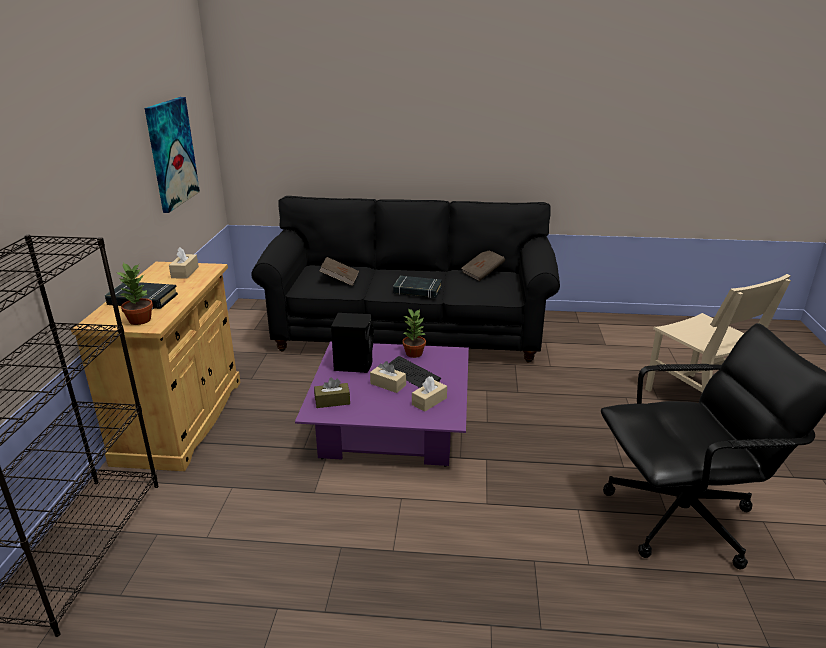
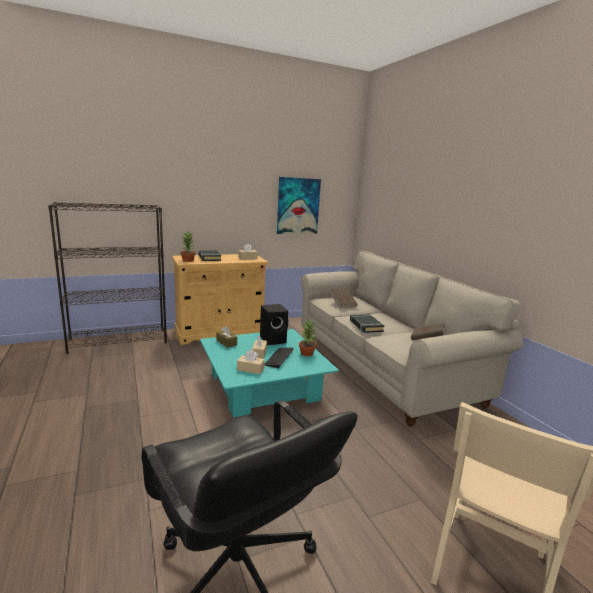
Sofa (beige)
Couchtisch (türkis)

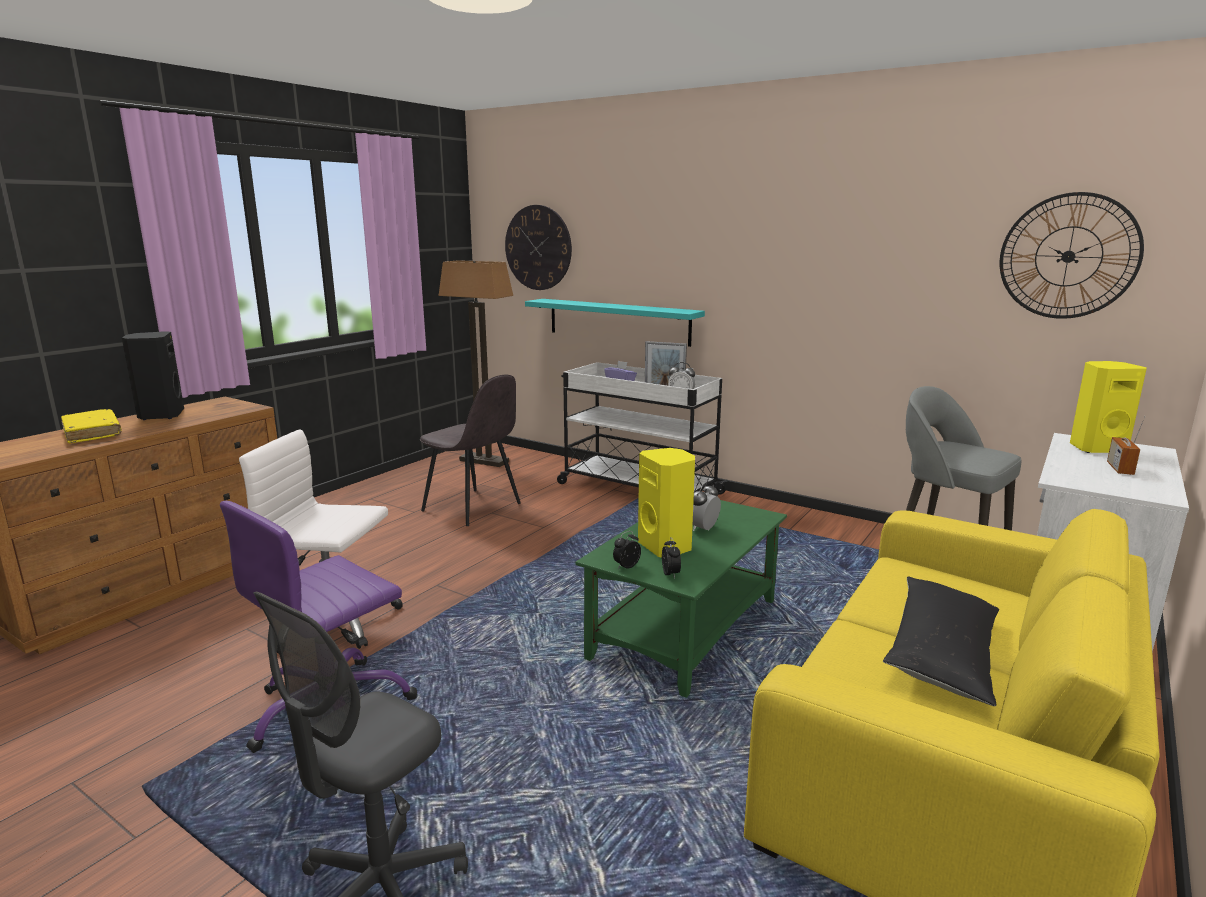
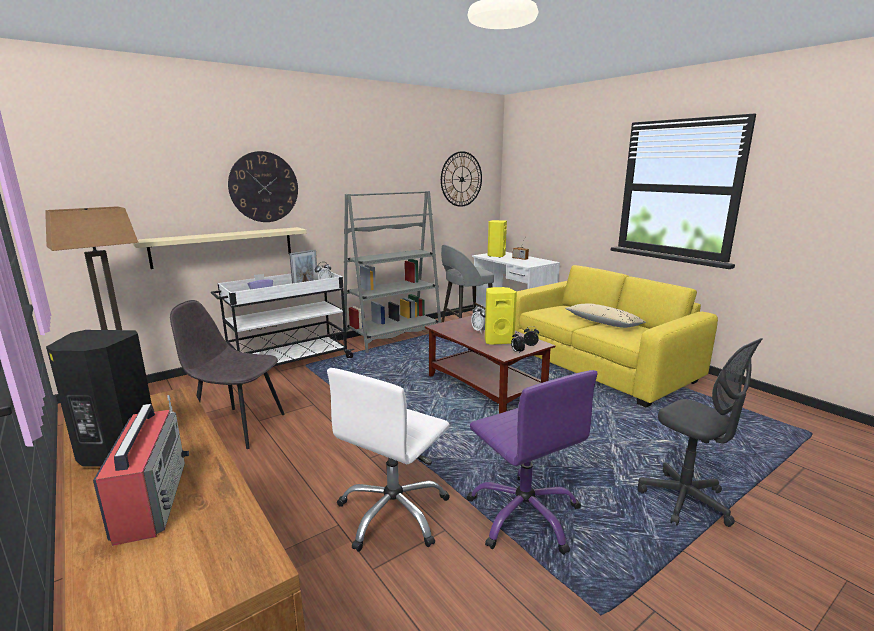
Radio (1st from left)
Stuhl (grau)
Wanduhr (1st from left)
Wandregal (beige)
Couchtisch (braun)
Kissen (beige)
Bücherregal (grau)

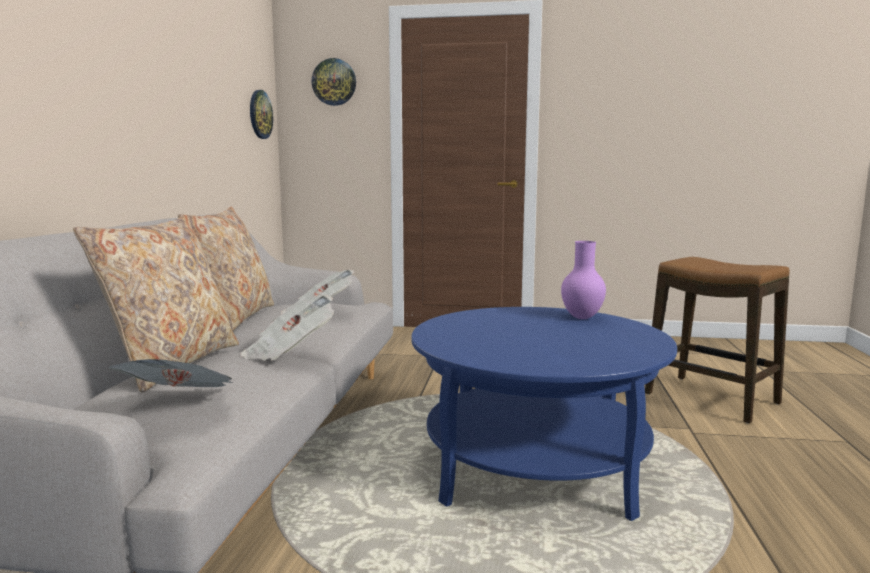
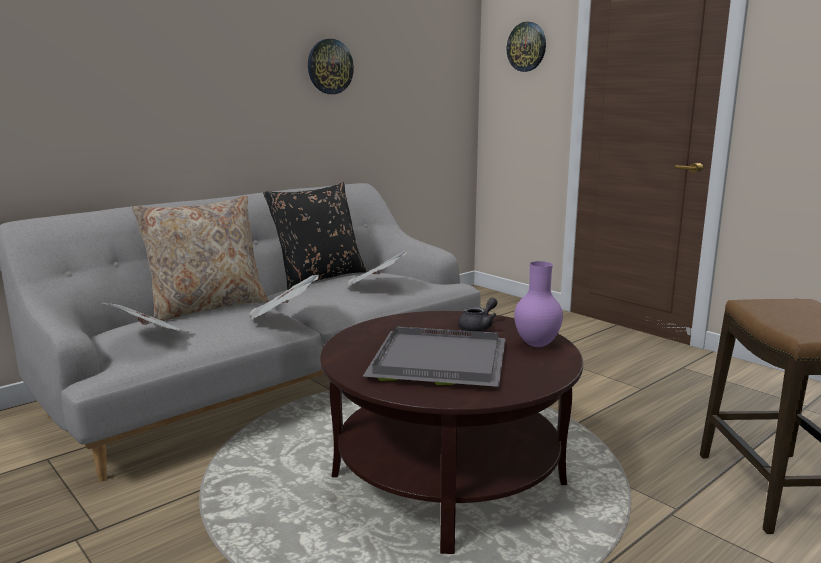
Kissen (schwarz)
Wanduhr (1st from left)
Couchtisch (braun)
Tablett (grau)
Teekanne (grau)

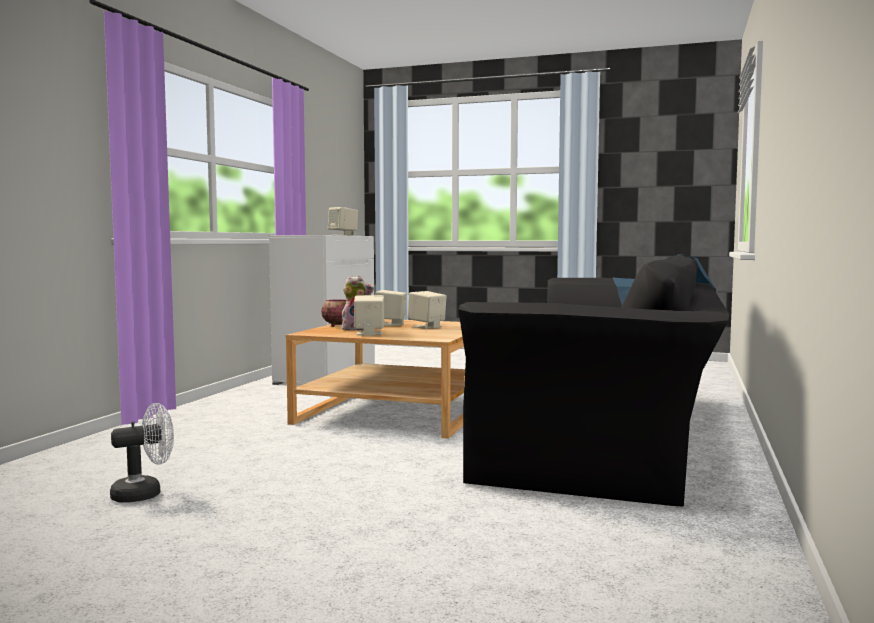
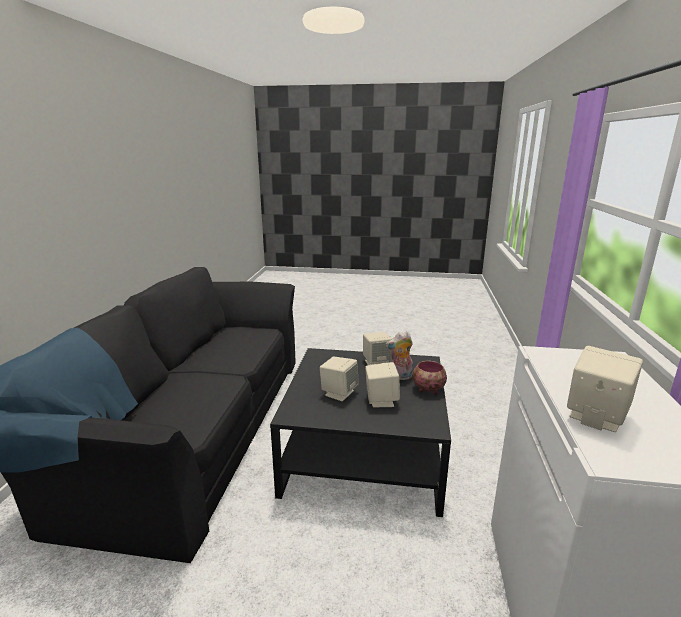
Ventilator (weiß)
Couchtisch (schwarz)

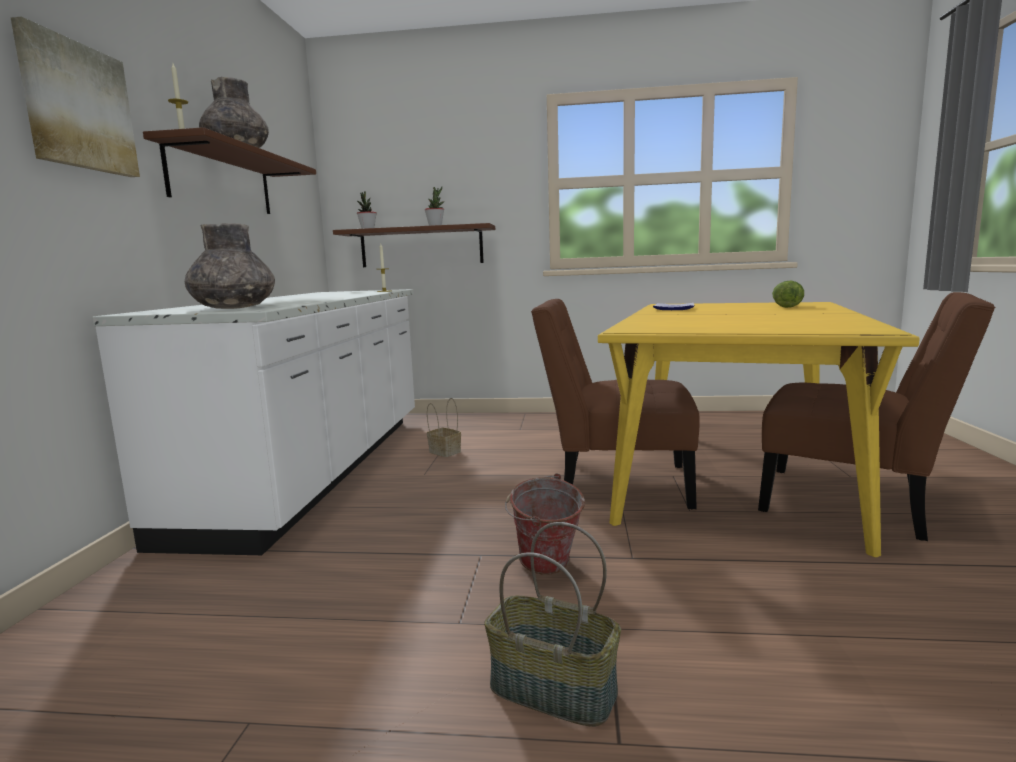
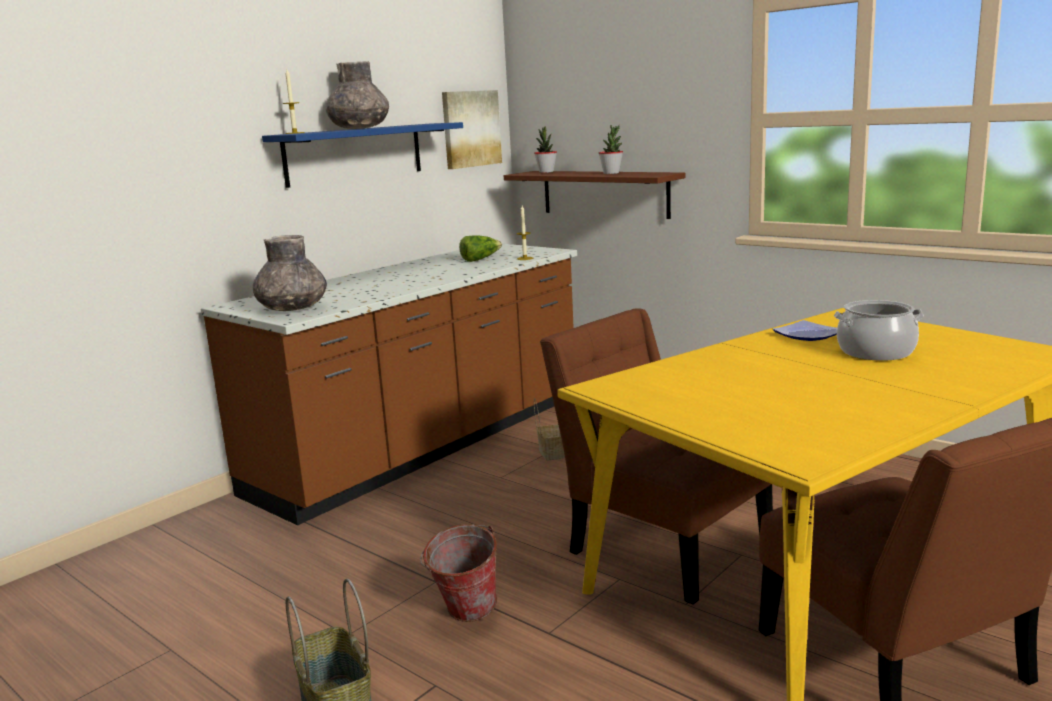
Bild
Küchenzeile (braun)
Wandregal (blau)
Salatkopf
Kochtopf

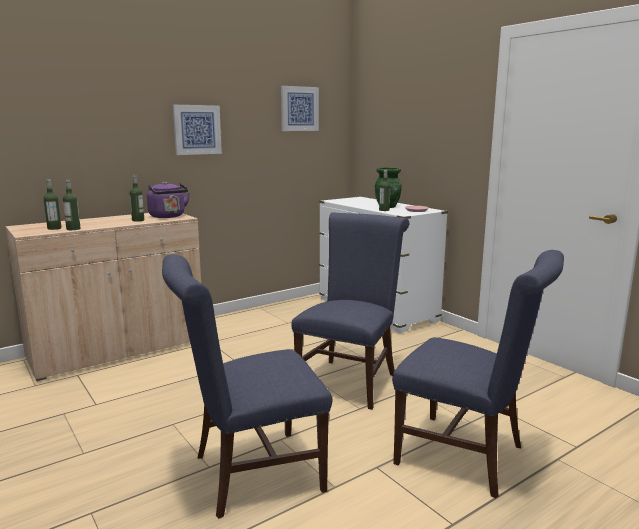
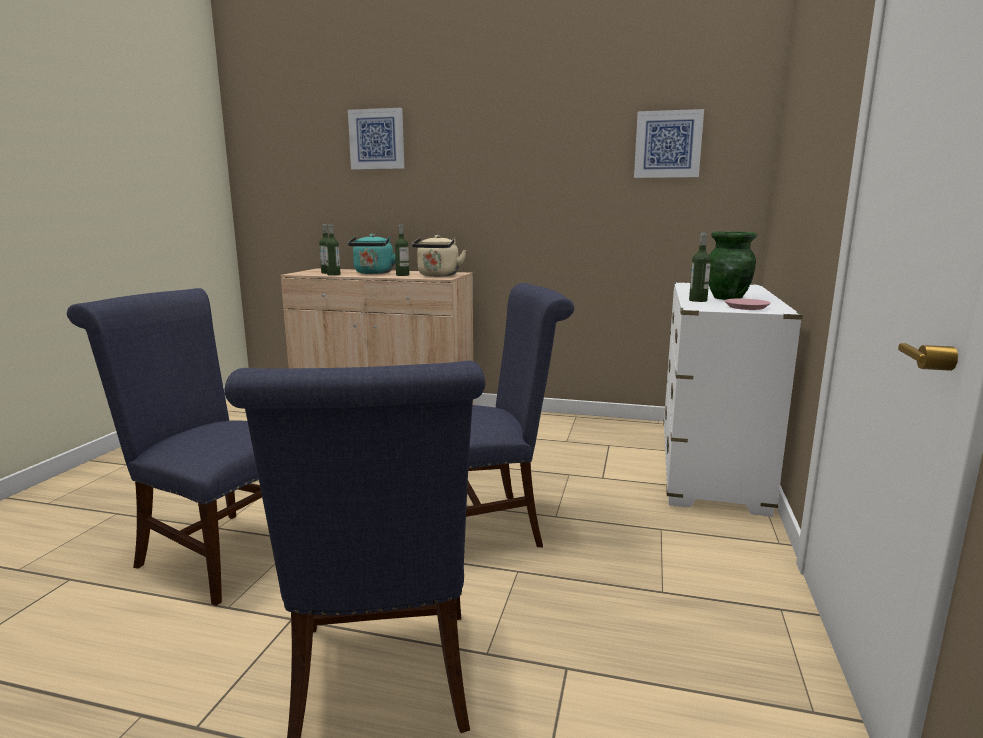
Wasserkessel (beige)
Bild (1st from left)
Wasserkessel (türkis)

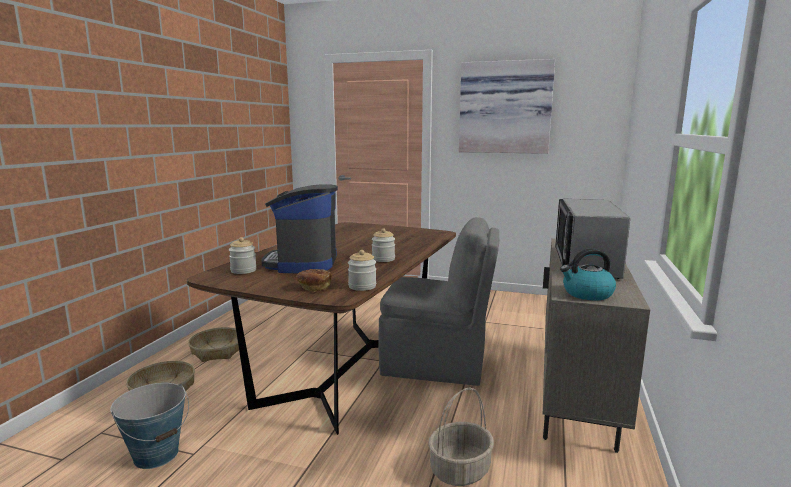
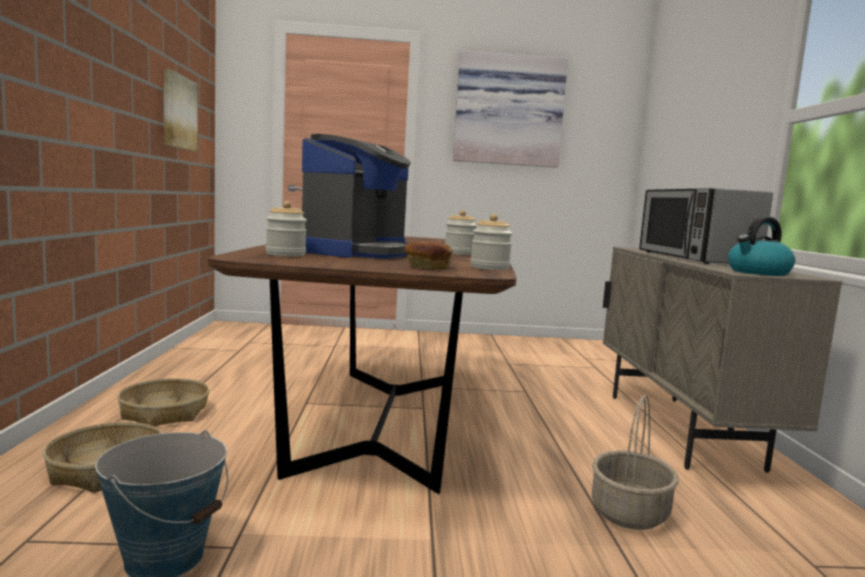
Kaffeemaschine
Stuhl (grau)
Bild (1st from left)

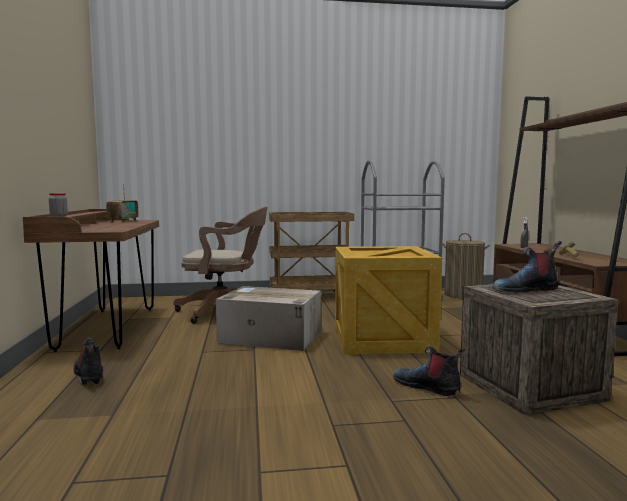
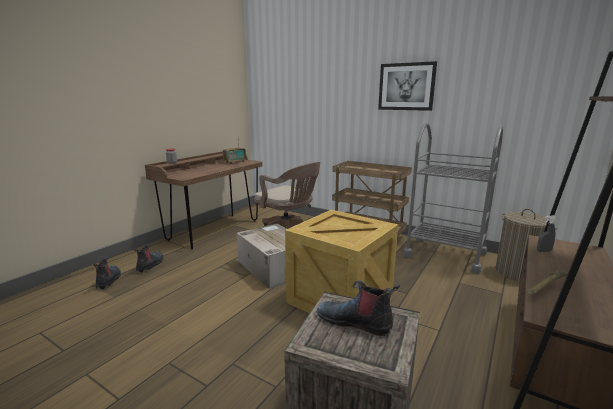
Stiefel (1st from left)
Bild

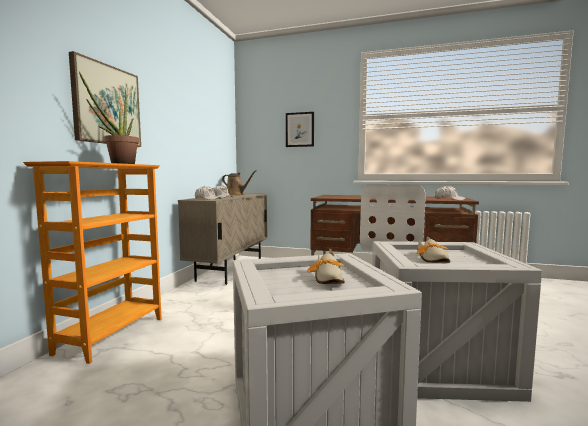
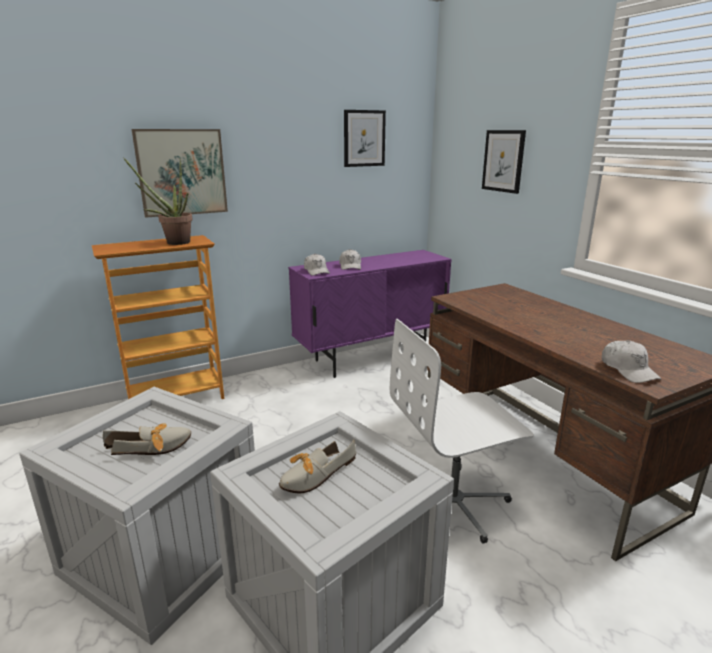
Schrank (lila)
Gießkanne (braun)
Schuh (1st from left)
Bild (2nd from left)

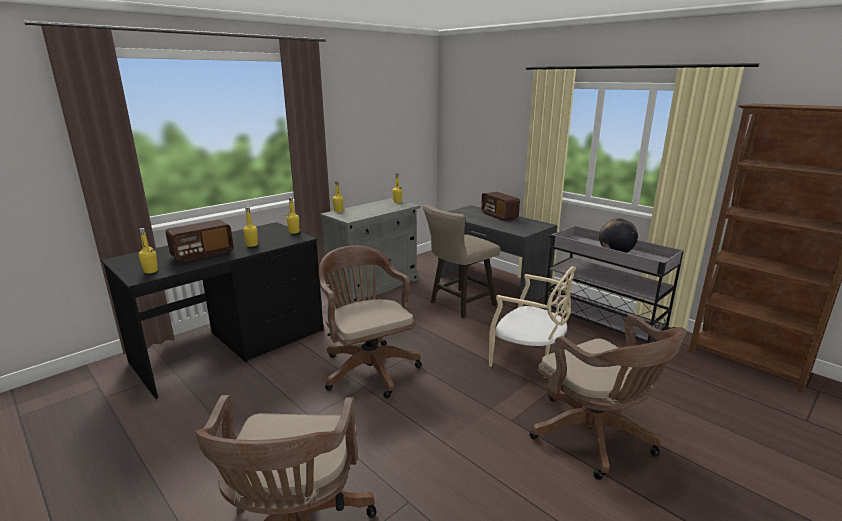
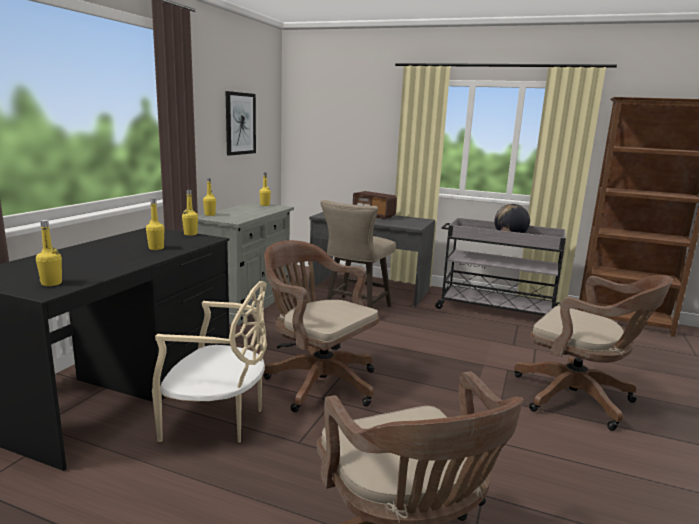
Radio (1st from left in the first image)
Stuhl (beige)
Bild

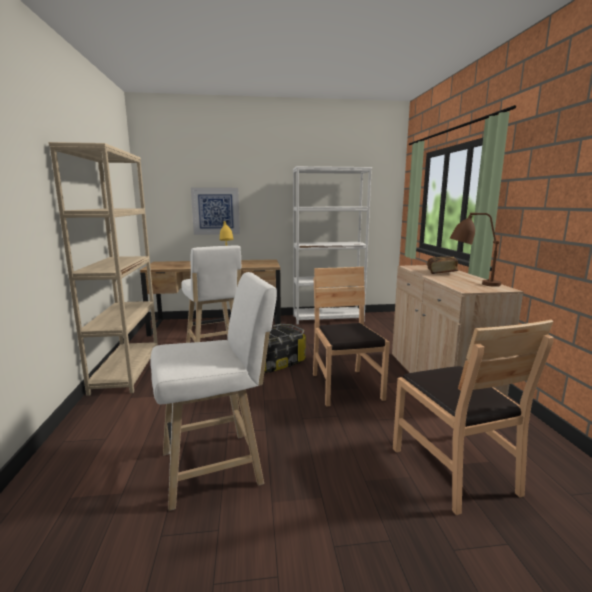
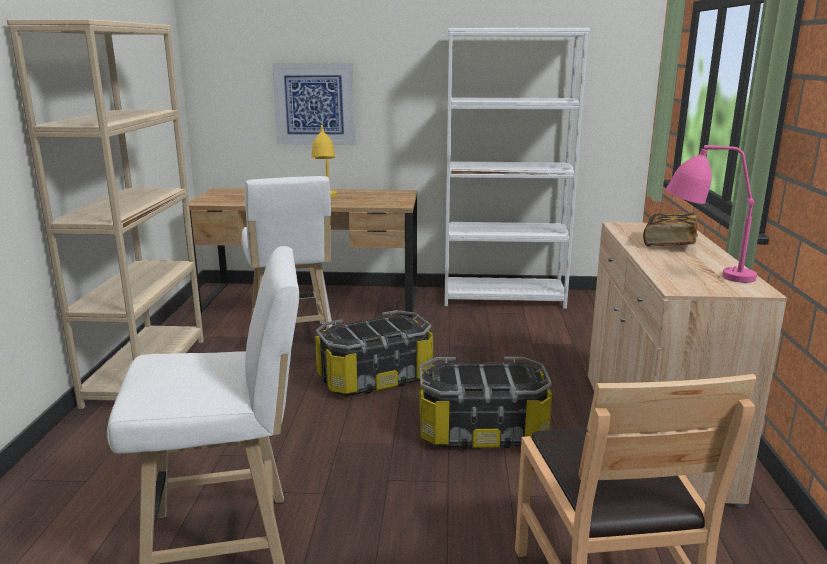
Aufbewahrungsbox (2nd from left)
Tischlampe (rosa)

